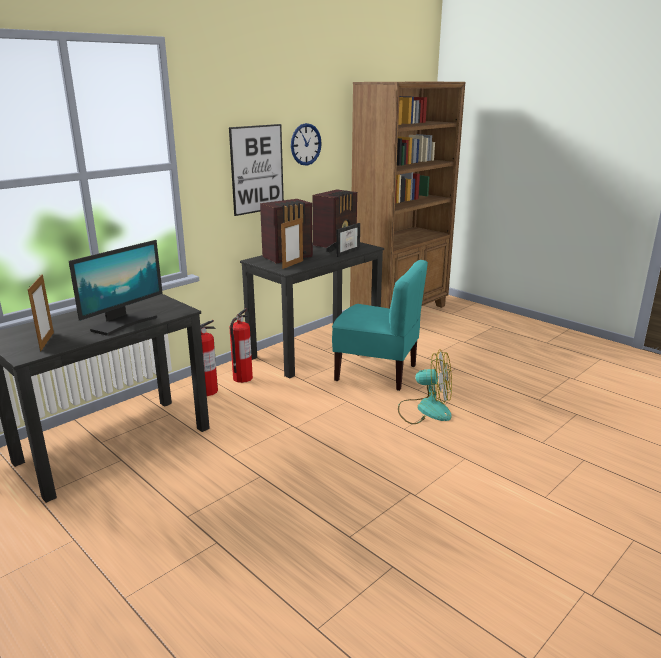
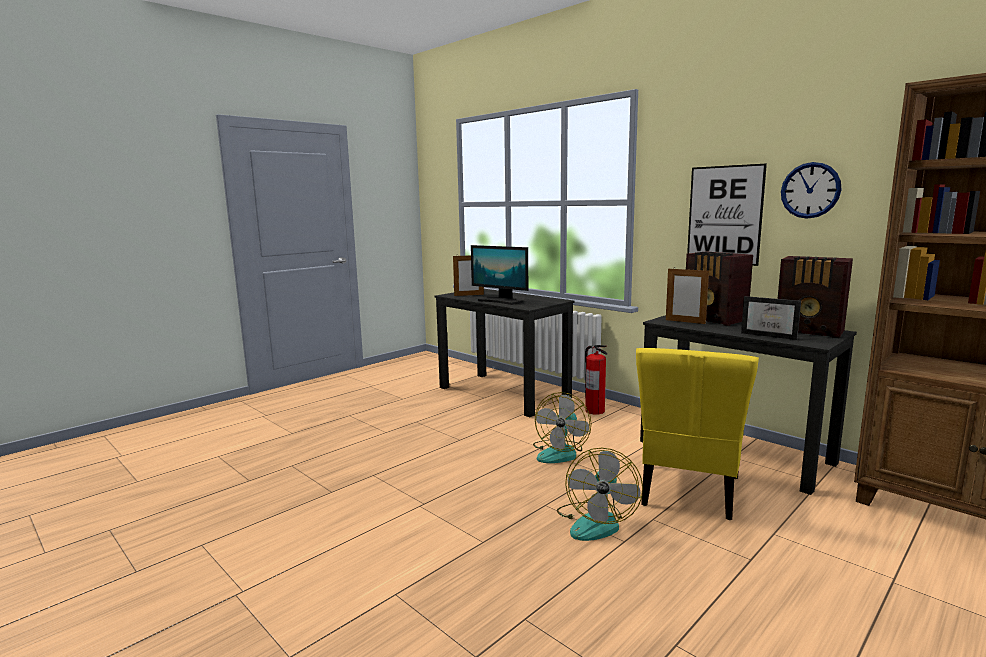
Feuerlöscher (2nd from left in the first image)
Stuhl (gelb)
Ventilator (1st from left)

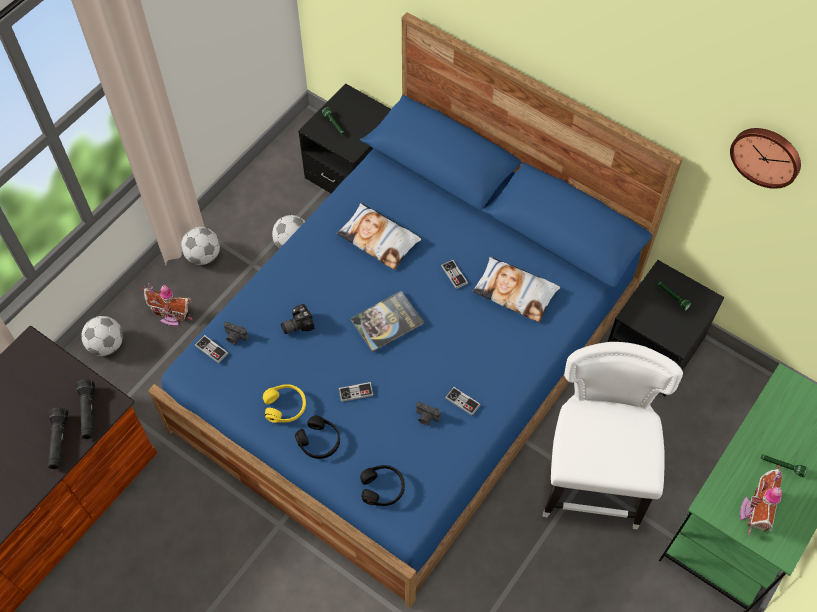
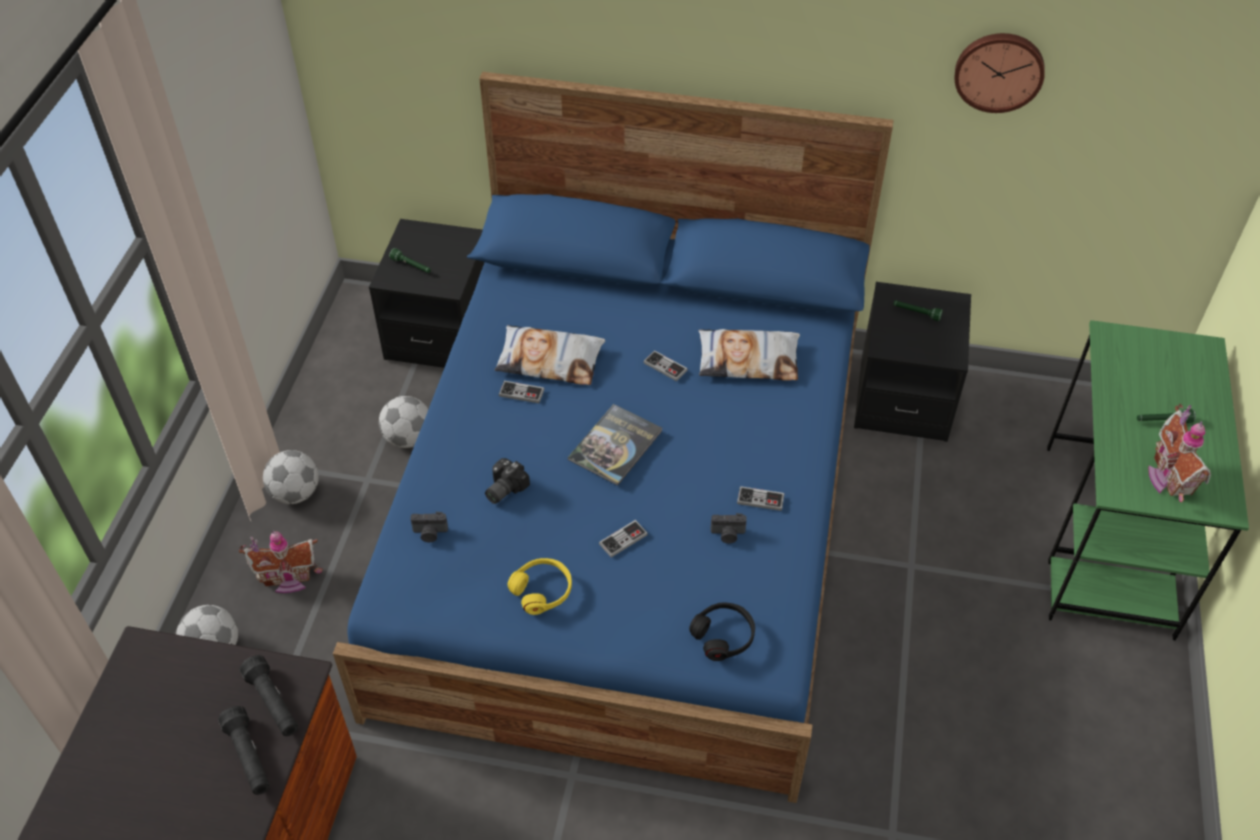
Gamepad (1st from left)
Kopfhörer (schwarz) (1st from left in the first image)
Stuhl (weiß)

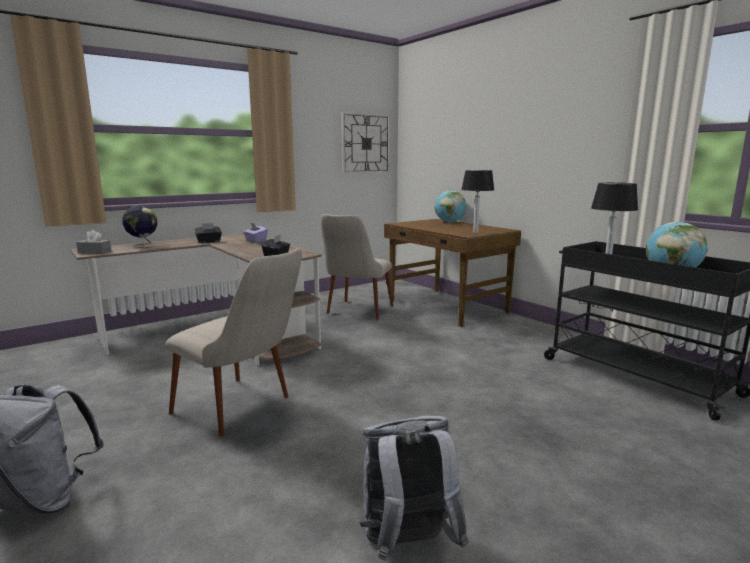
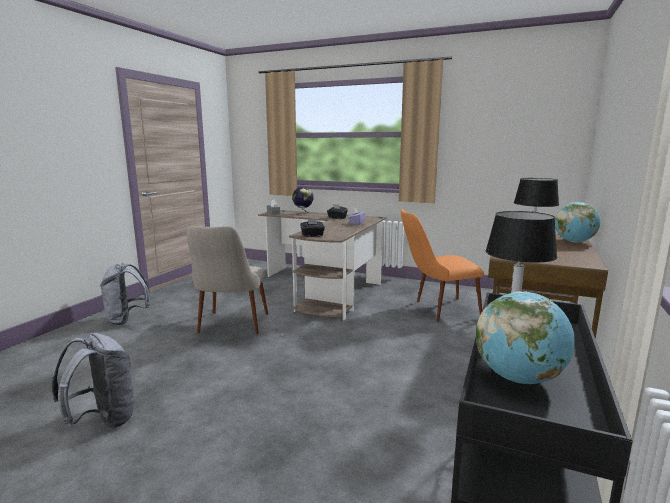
Stuhl (orange)
Wanduhr

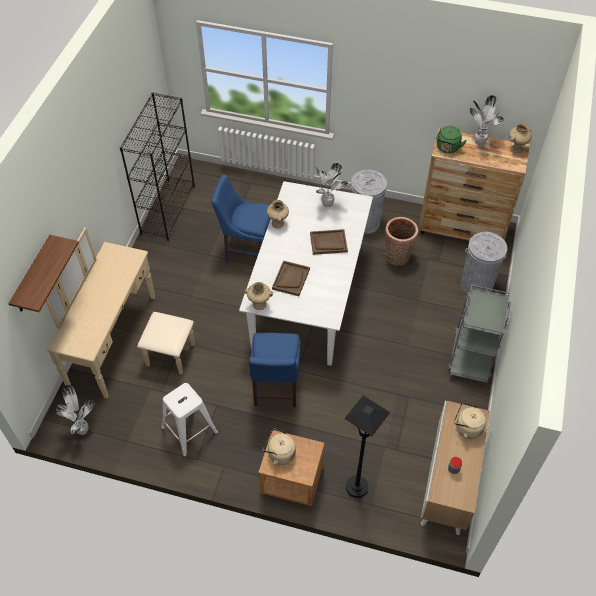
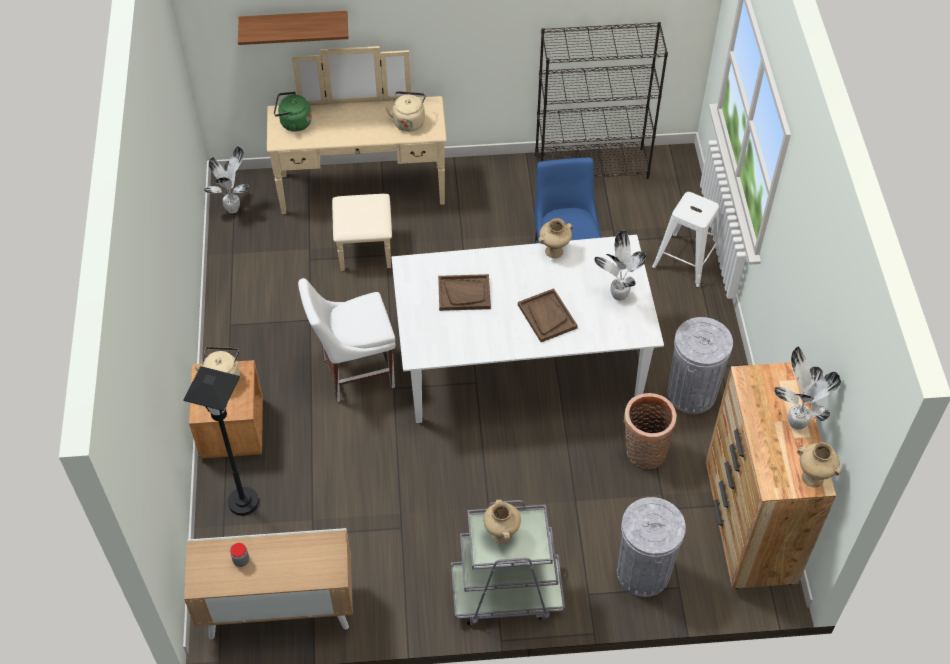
Hocker (weiß)
Vase (beige) (1st from left)
Stuhl (weiß)
Wasserkessel (grün)
Wasserkessel (beige) (2nd from left)

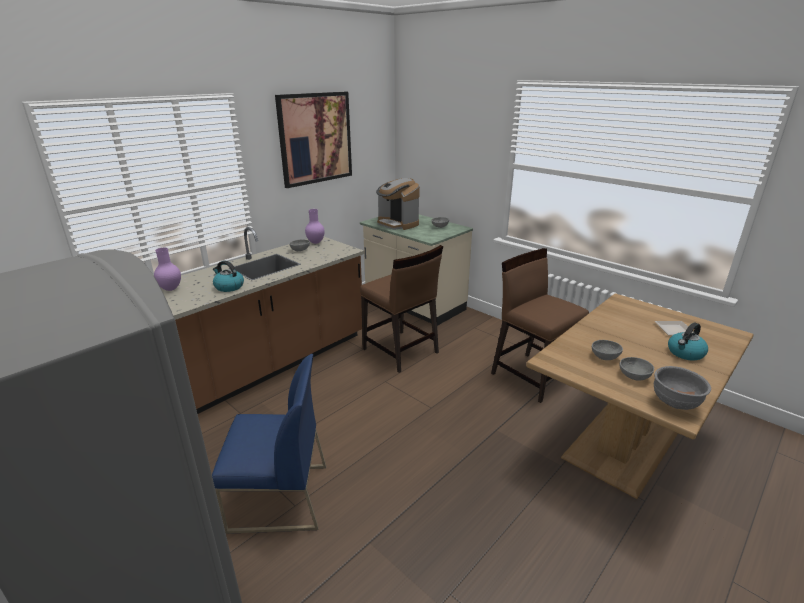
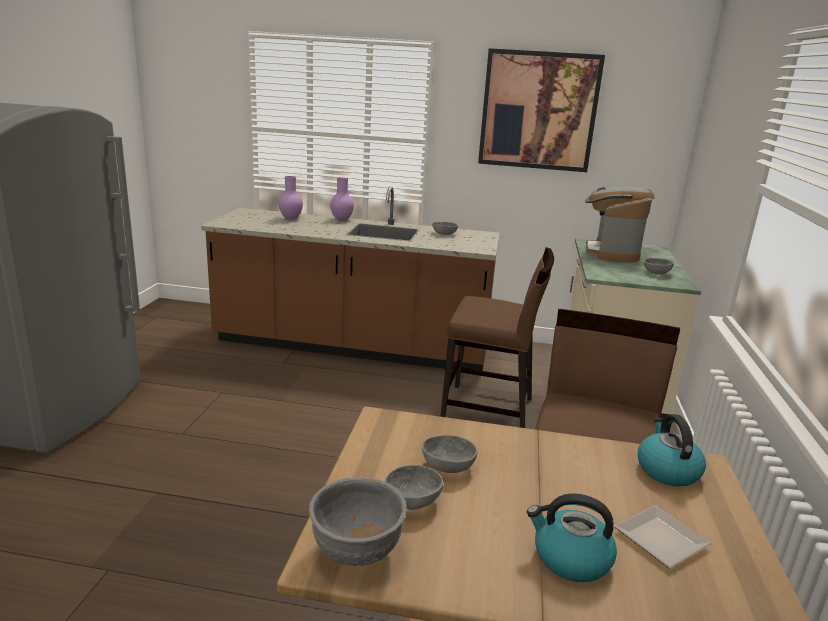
Stuhl (blau)
Wasserkessel (2nd from left)
Vase (lila) (2nd from left)
Stuhl (braun) (1st from left)

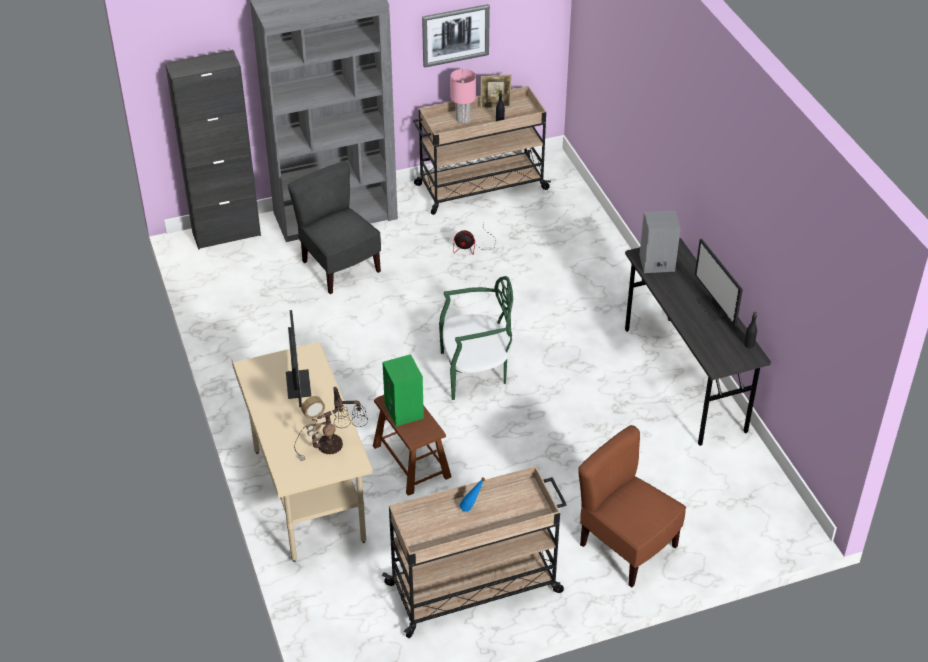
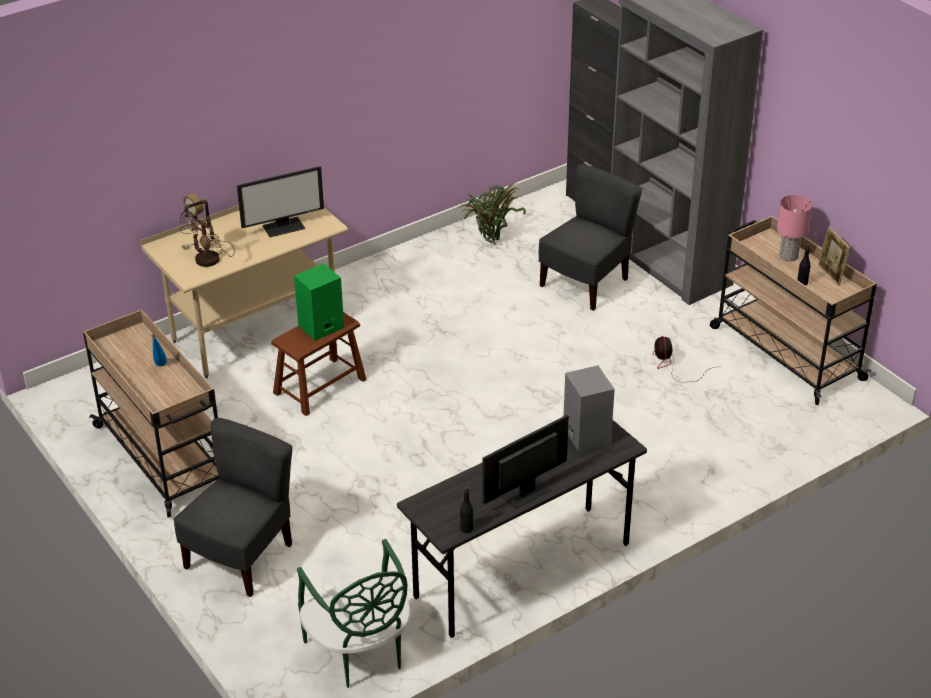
Bild
Stuhl (grün)
Stuhl (grau) (1st from left)
Topfpflanze

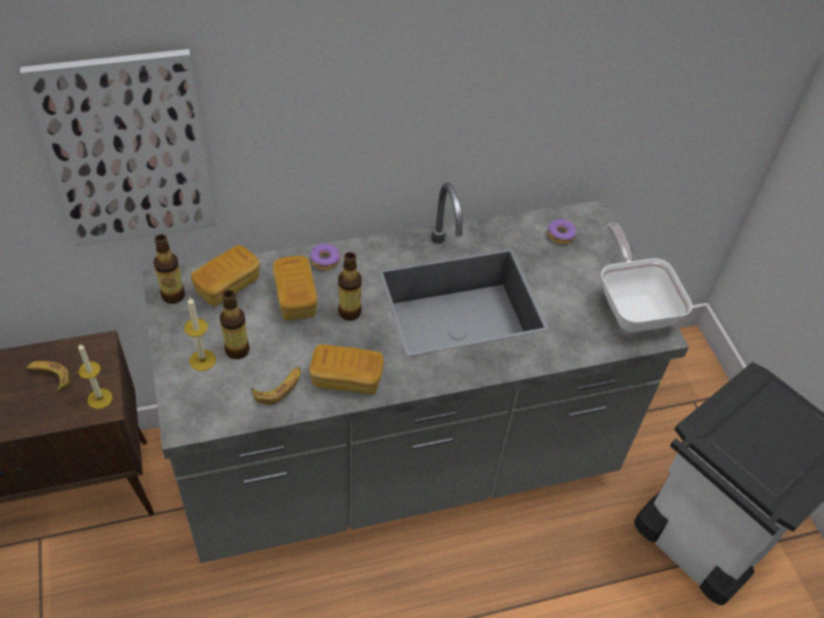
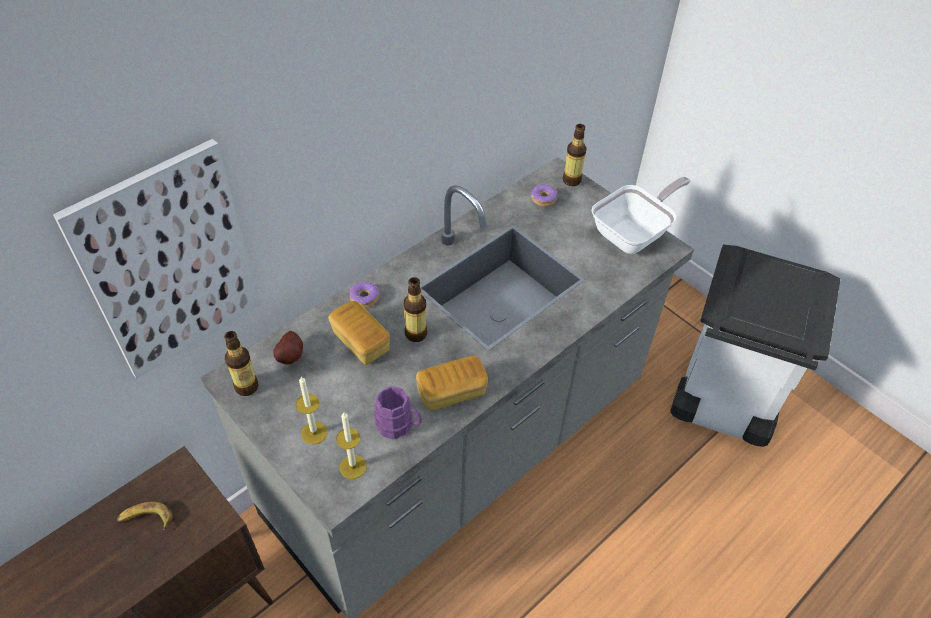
Kerze (2nd from left)
Kartoffel
Flasche (3rd from left)
Henkelbecher (lila)
Pfanne

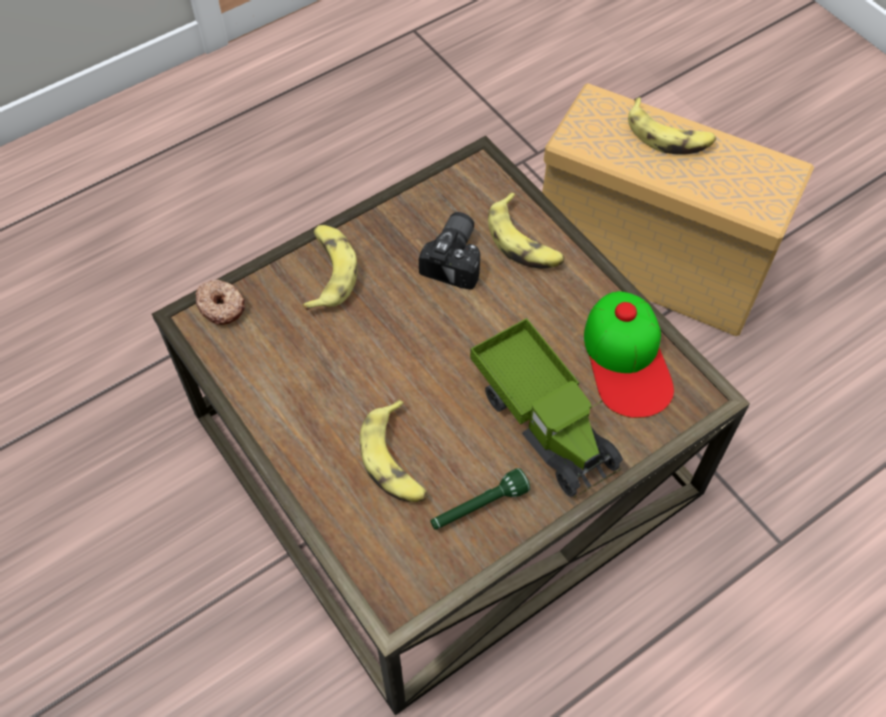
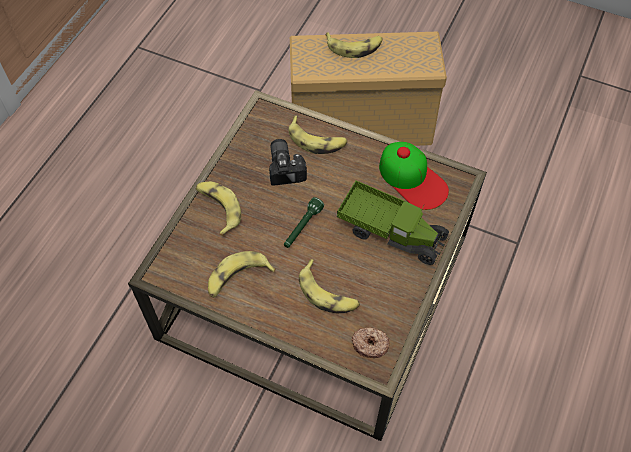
Donut
Taschenlampe (grün)
Banane (2nd from left)

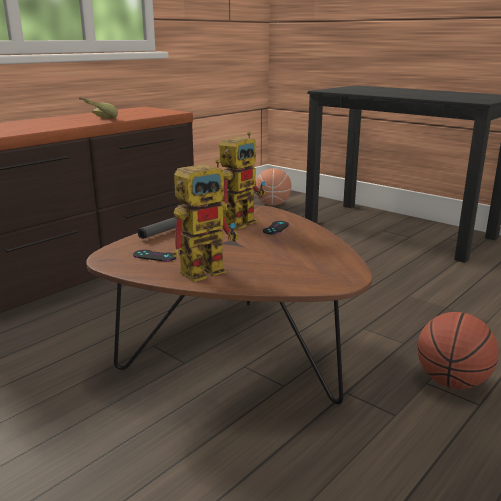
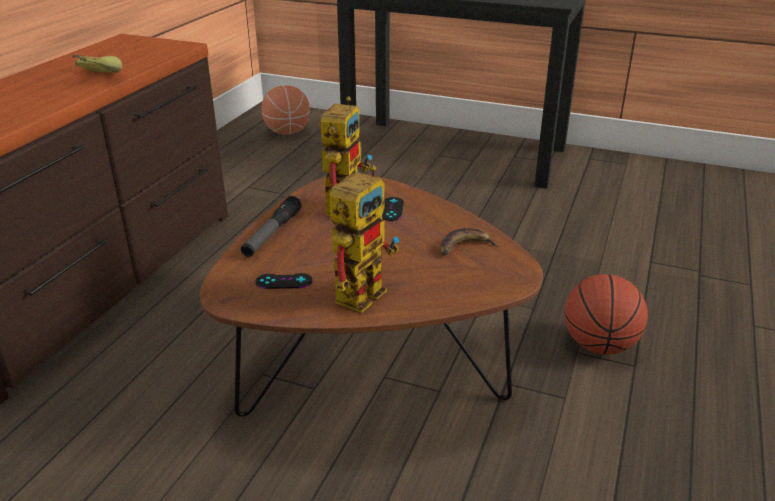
Banane (2nd from left)

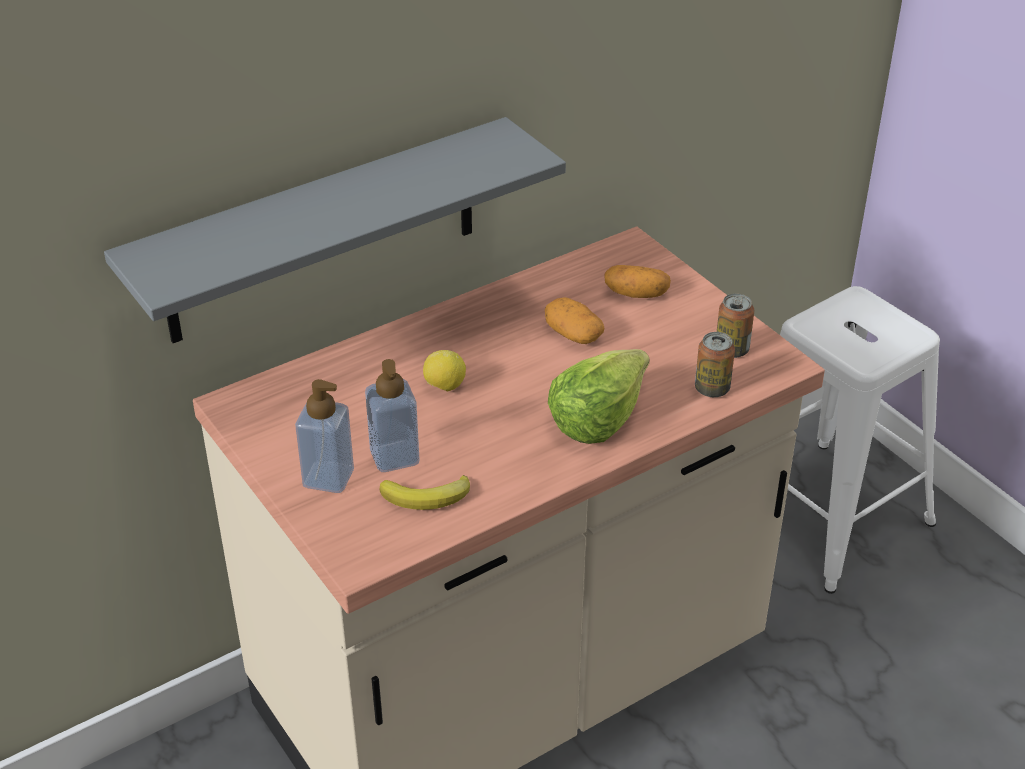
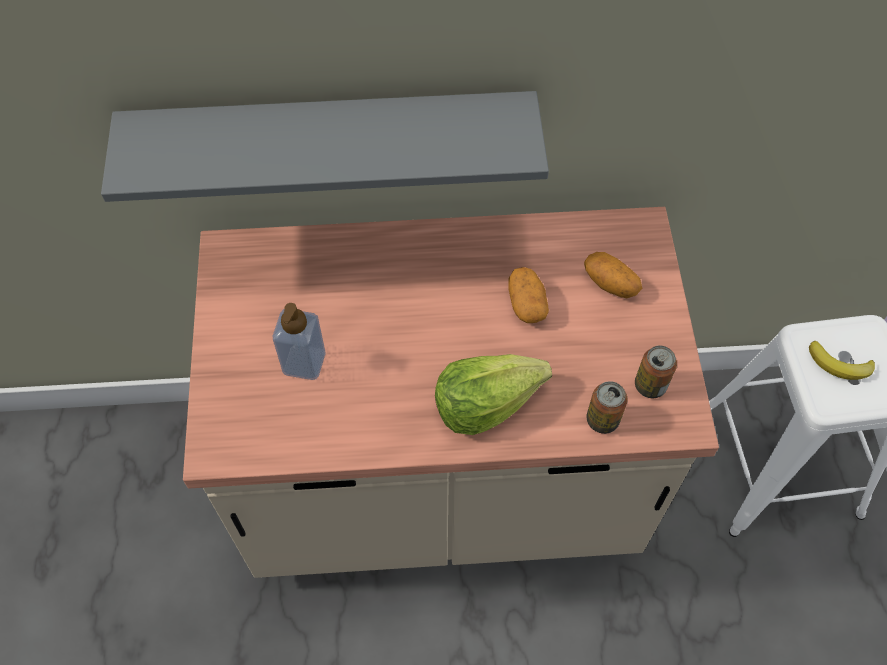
Seifenspender (1st from left in the first image)
Banane
Zitrone

